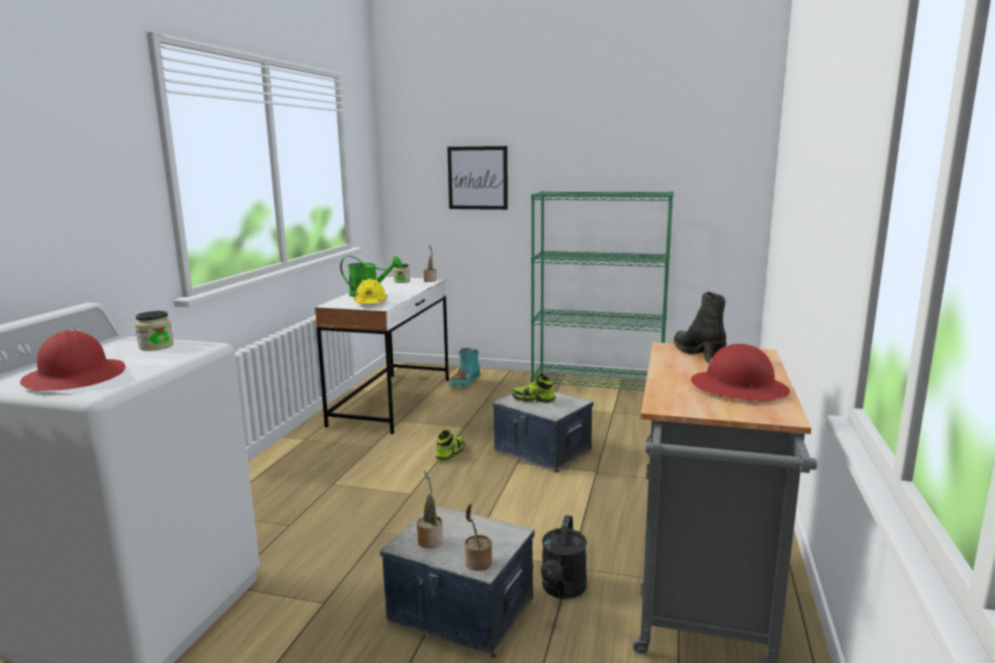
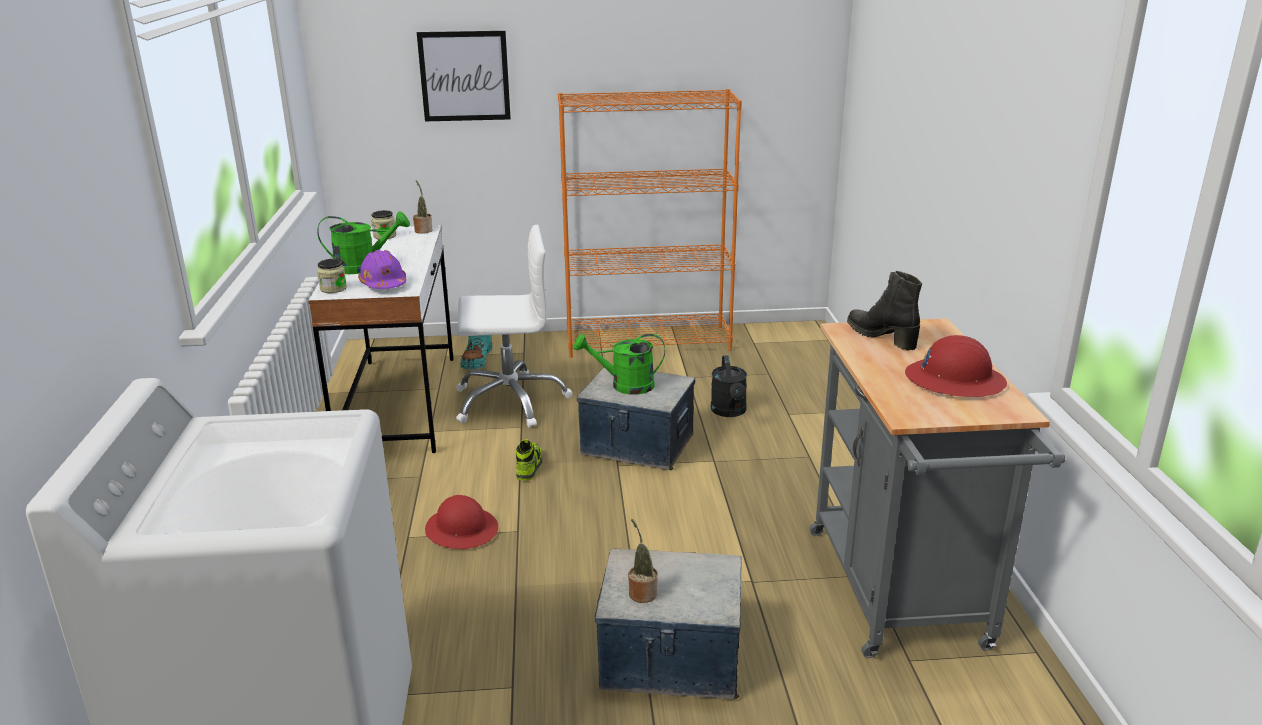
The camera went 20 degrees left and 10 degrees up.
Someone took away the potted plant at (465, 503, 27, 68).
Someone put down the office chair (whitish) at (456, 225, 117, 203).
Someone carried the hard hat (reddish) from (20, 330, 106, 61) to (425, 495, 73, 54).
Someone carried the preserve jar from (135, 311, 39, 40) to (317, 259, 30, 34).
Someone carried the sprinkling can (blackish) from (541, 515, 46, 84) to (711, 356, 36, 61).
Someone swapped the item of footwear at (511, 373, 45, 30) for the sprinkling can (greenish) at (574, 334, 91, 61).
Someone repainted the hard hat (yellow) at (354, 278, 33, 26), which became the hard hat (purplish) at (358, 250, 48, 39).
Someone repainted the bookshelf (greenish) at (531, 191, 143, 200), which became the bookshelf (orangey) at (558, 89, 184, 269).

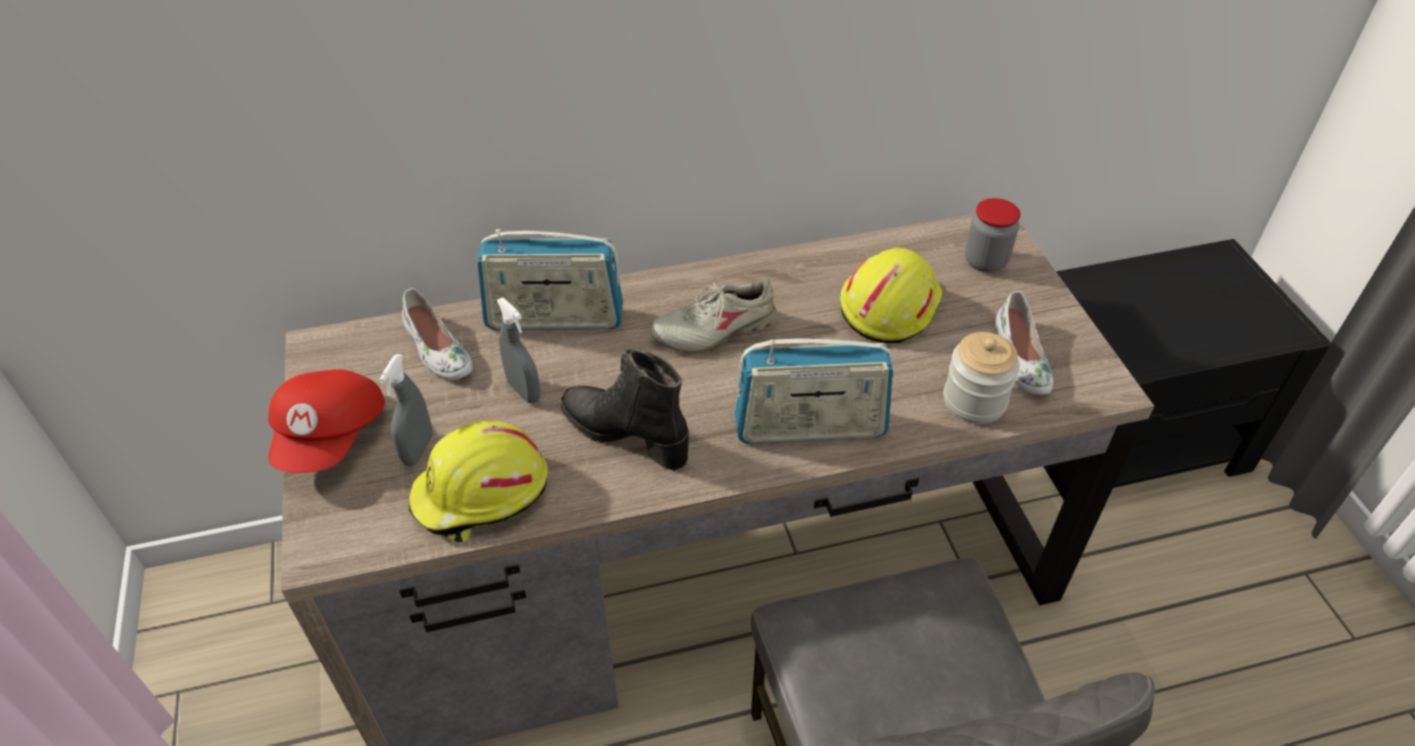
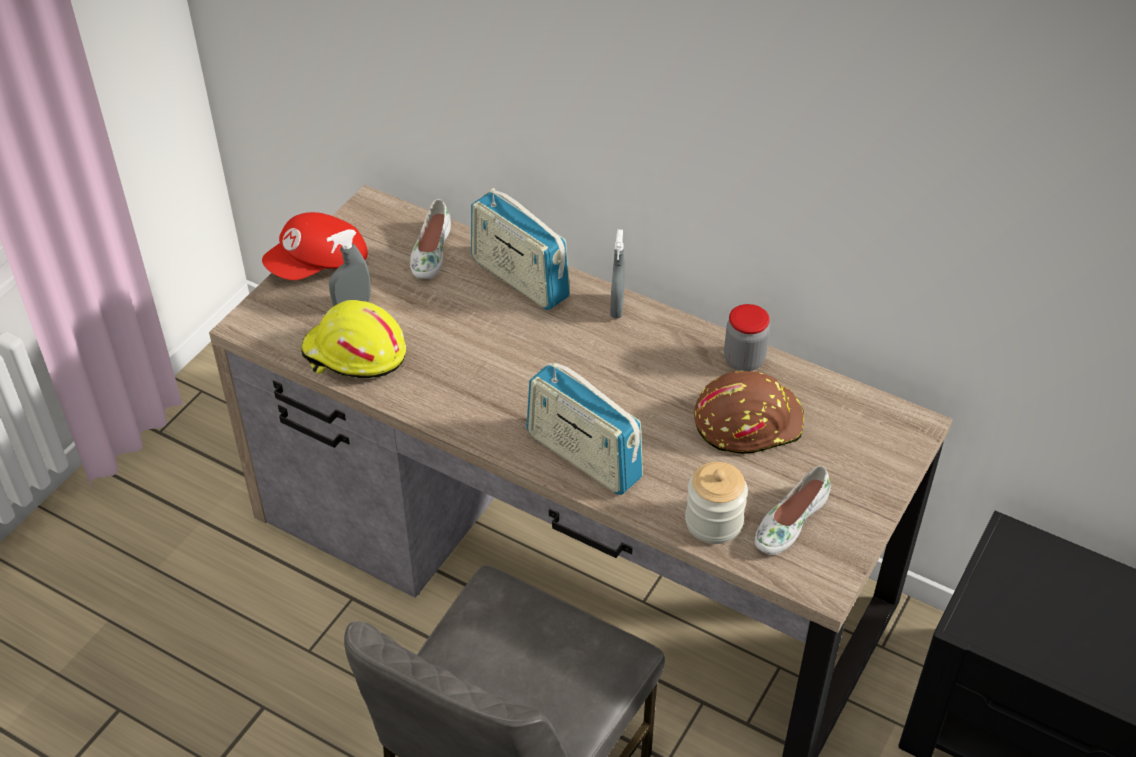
The camera went 45 degrees right and 0 degrees up.
Someone took away the tall boot (blackish) at (561, 348, 128, 122).
Someone took away the item of footwear (beige) at (650, 273, 127, 80).
Someone carried the hand sprayer (gray) from (496, 298, 44, 105) to (610, 229, 15, 90).
Someone carried the preserve jar from (965, 198, 55, 74) to (724, 304, 46, 67).
Someone repainted the hard hat (yellow) at (840, 248, 103, 95), which became the hard hat (brownish) at (694, 371, 110, 83).

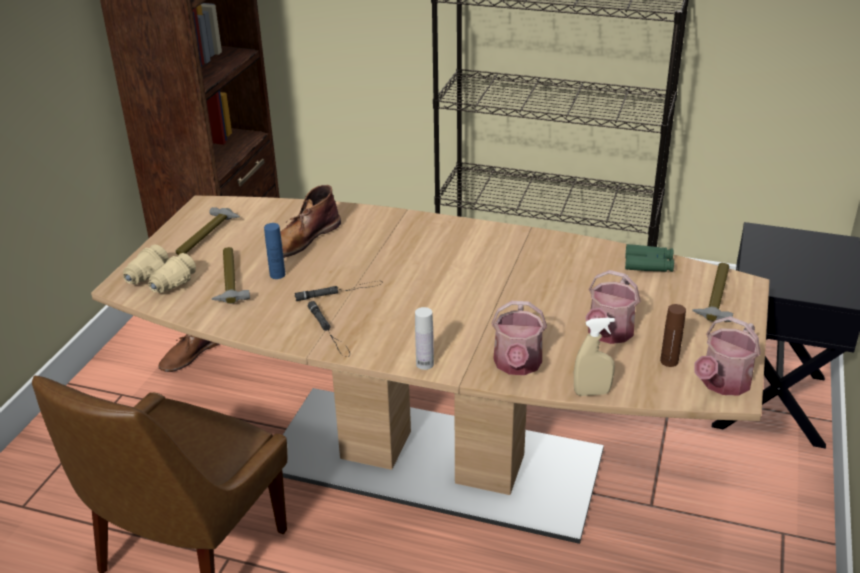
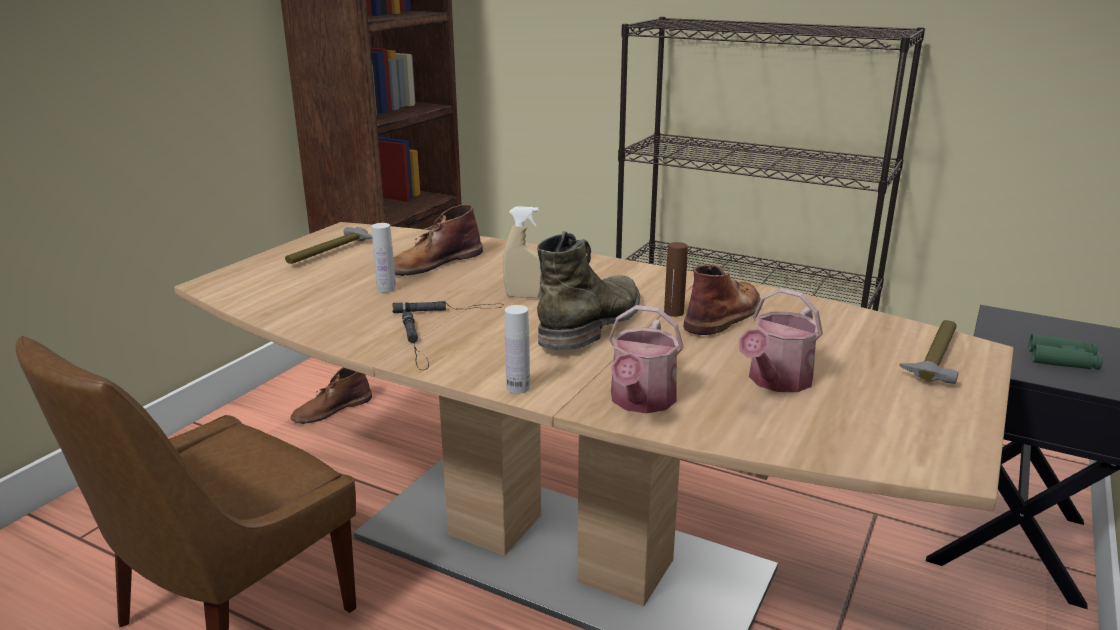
The camera went 10 degrees right and 10 degrees down.
Someone took away the pair of binoculars (beige) at (123, 244, 73, 49).
Someone took away the hammer at (212, 247, 38, 57).
Someone took away the sprinkling can at (694, 316, 67, 79).
Someone put down the tall boot (greenish) at (537, 231, 103, 119).
Someone put down the tall boot (brownish) at (684, 264, 76, 71).
Someone carried the hand sprayer (beige) from (574, 317, 41, 79) to (503, 207, 39, 91).
Someone carried the pair of binoculars (greenish) from (625, 244, 49, 28) to (1029, 334, 74, 36).
Someone carried the drink bottle (brownish) from (660, 304, 26, 63) to (664, 242, 24, 75).
Someone repainted the drink bottle (bluish) at (264, 223, 21, 56), which became the drink bottle (whitish) at (372, 223, 24, 70).

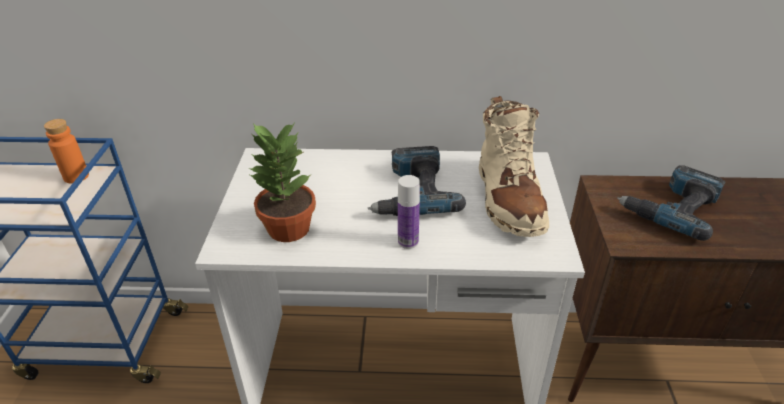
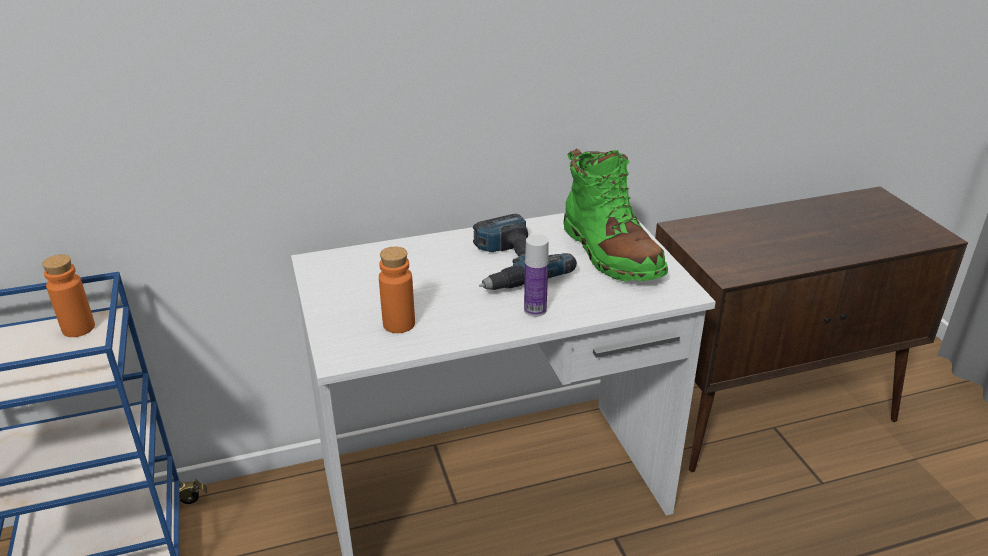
The camera went 20 degrees left and 5 degrees down.
Someone took away the electric drill at (617, 165, 108, 76).
Someone swapped the potted plant at (248, 123, 68, 119) for the drink bottle (orangey) at (379, 246, 36, 87).
Someone repainted the tall boot (beige) at (479, 96, 70, 141), which became the tall boot (greenish) at (564, 149, 104, 132).

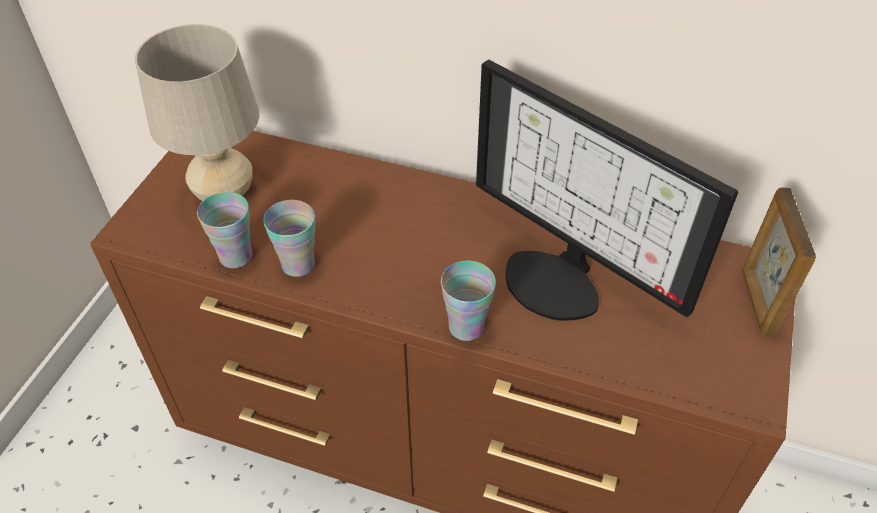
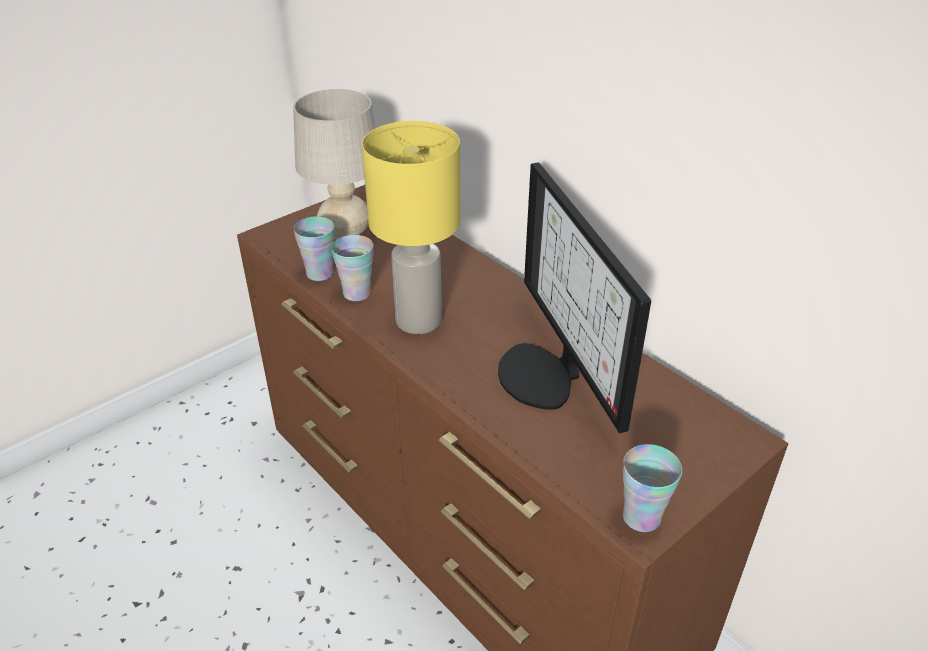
The camera went 30 degrees right and 10 degrees down.
Someone took away the picture frame at (742, 187, 74, 150).
Someone put down the tabletop lamp (yellow) at (362, 121, 98, 213).
Someone carried the small cup from (441, 261, 55, 80) to (623, 444, 59, 88).

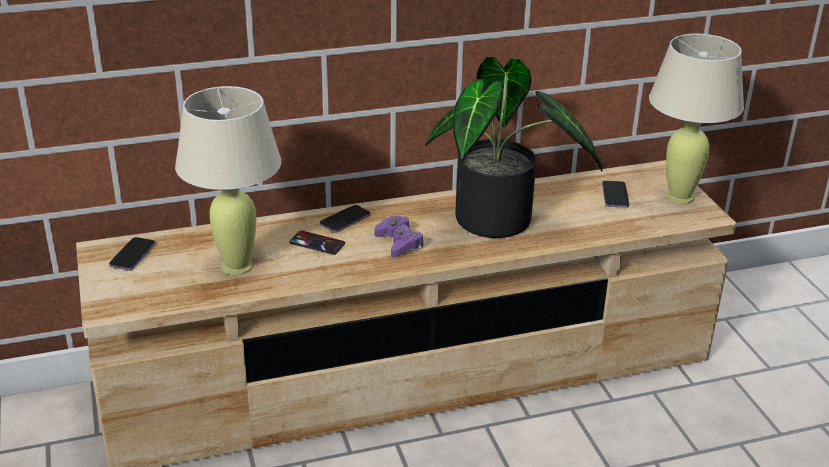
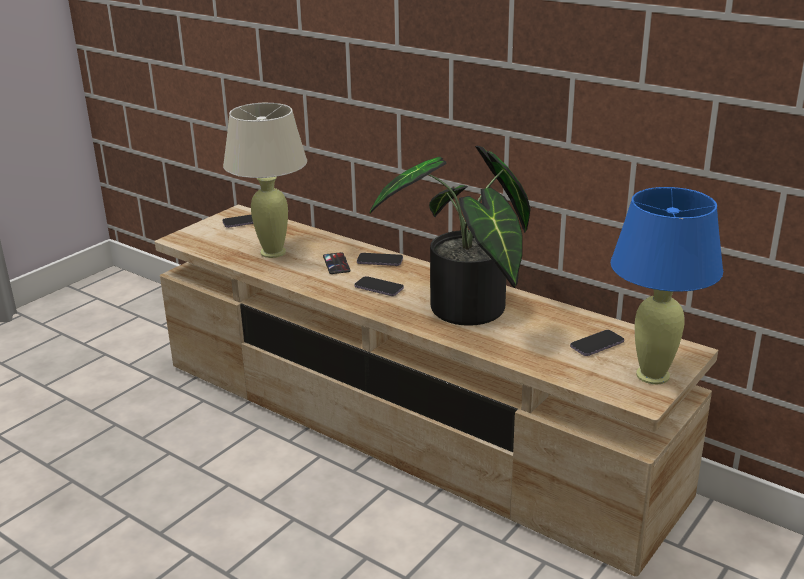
The camera went 55 degrees right and 5 degrees down.
Someone swapped the gamepad (purplish) at (375, 216, 48, 42) for the handset at (354, 276, 50, 20).
Someone repainted the tabletop lamp (beige) at (649, 33, 95, 171), which became the tabletop lamp (bluish) at (611, 187, 112, 197).

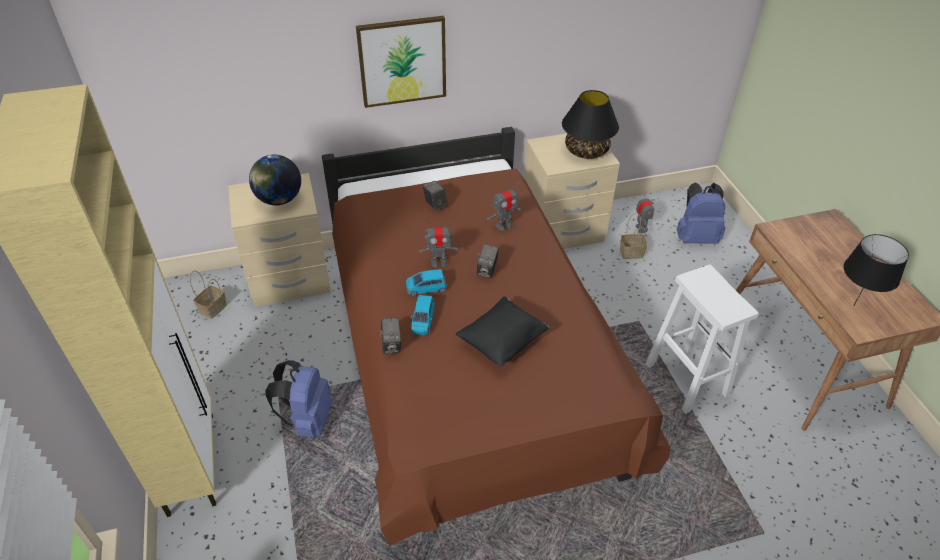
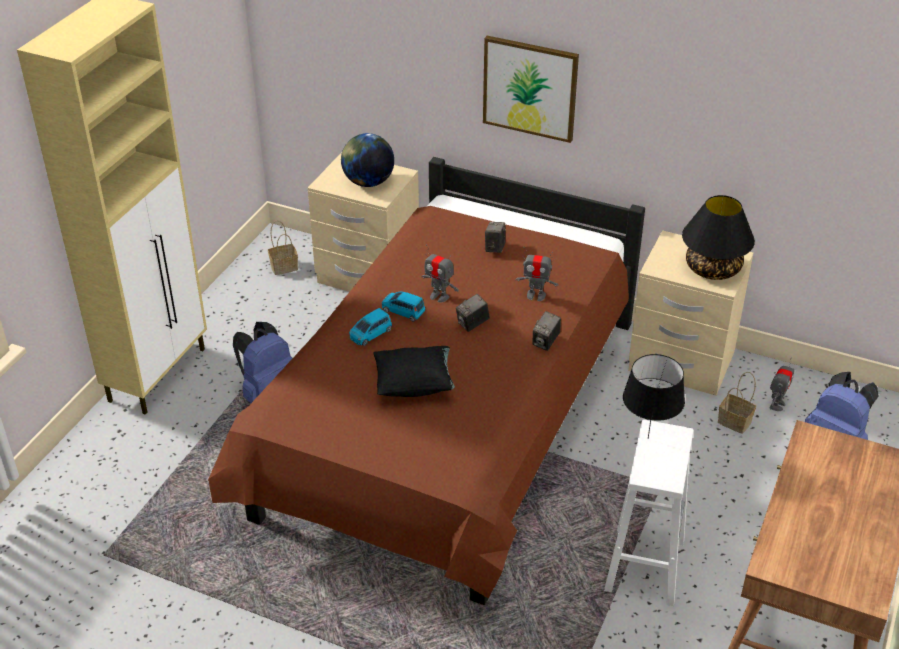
The camera went 40 degrees right and 5 degrees down.
Someone carried the photo camera from (380, 318, 21, 36) to (532, 311, 29, 40).
Someone carried the tabletop lamp (blackish) from (843, 234, 66, 72) to (623, 354, 62, 85).

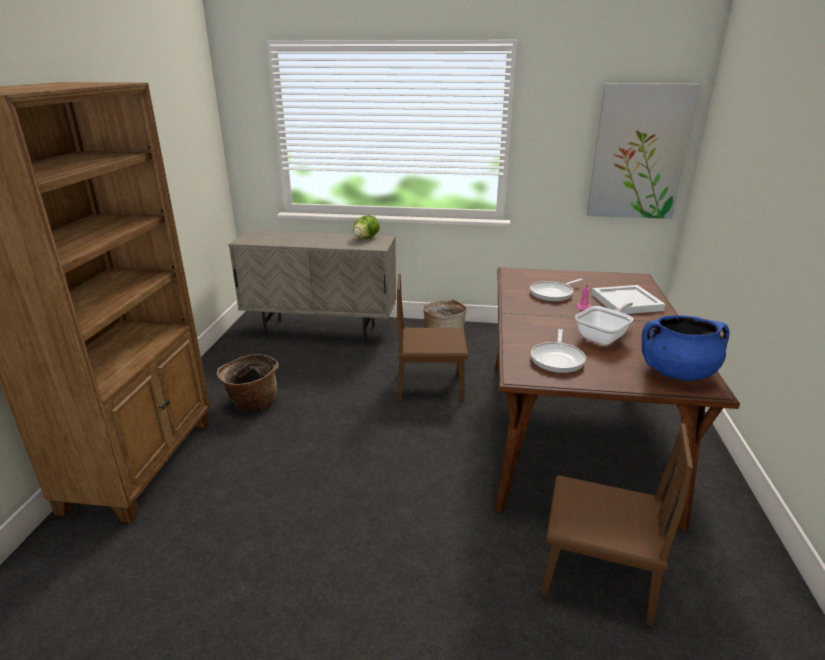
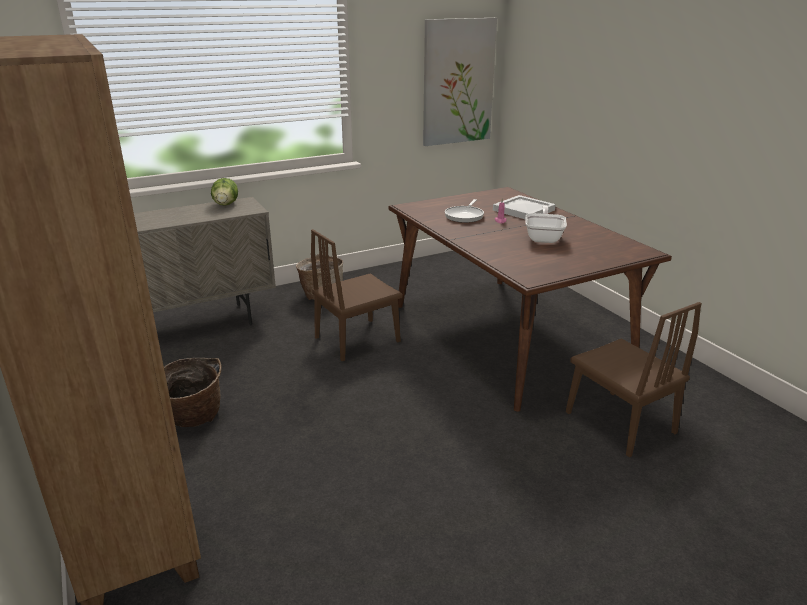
The camera went 35 degrees left and 0 degrees up.
Someone took away the pan at (531, 329, 55, 44).
Someone took away the cooking pot (bluish) at (642, 315, 87, 66).
Someone rotated the upright chair (brownish) at (541, 423, 152, 203) by 75 degrees clockwise.

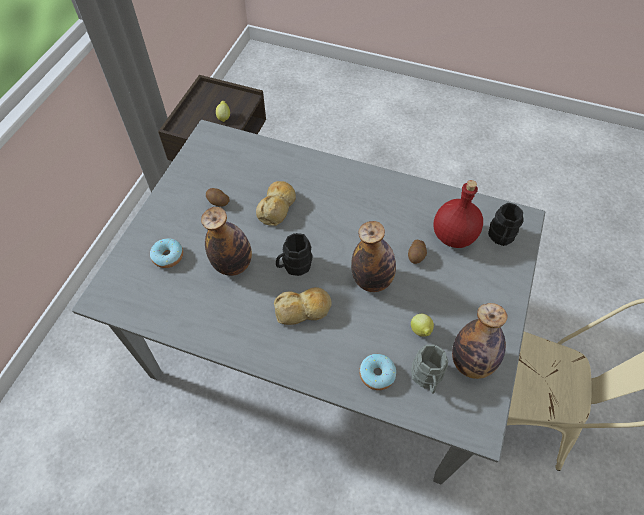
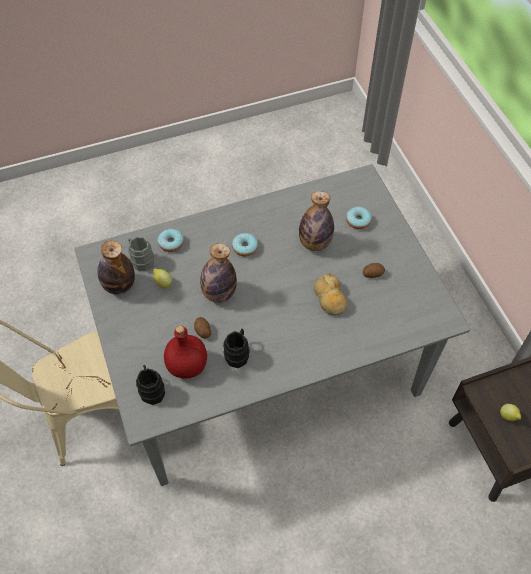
The camera went 140 degrees right and 0 degrees up.
Someone carried the coffee mug (blackish) from (276, 233, 37, 43) to (223, 329, 27, 39).
Someone swapped the bread at (274, 287, 58, 38) for the doughnut at (232, 233, 26, 24).

